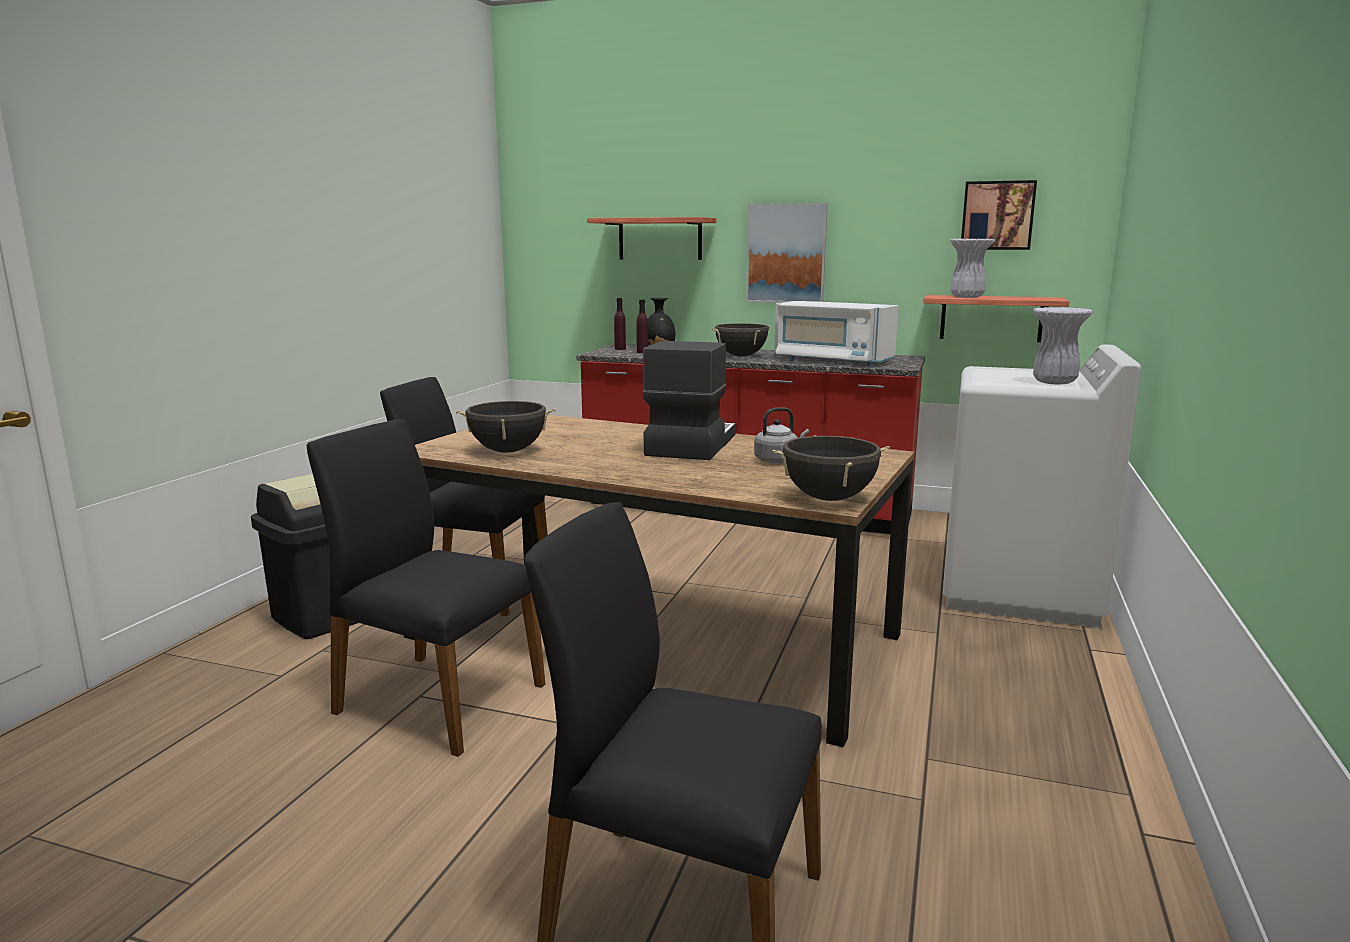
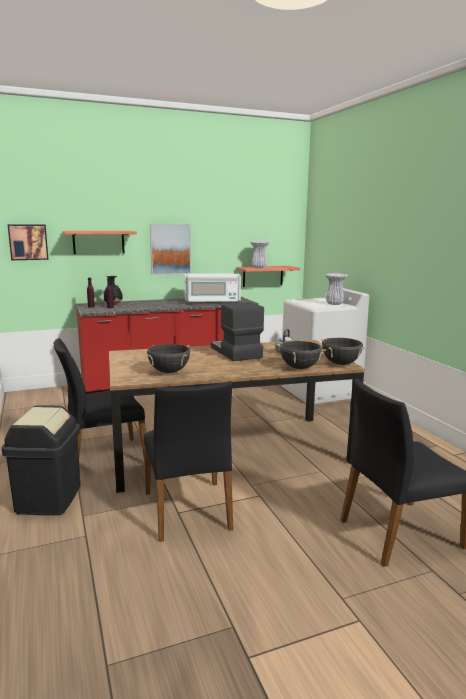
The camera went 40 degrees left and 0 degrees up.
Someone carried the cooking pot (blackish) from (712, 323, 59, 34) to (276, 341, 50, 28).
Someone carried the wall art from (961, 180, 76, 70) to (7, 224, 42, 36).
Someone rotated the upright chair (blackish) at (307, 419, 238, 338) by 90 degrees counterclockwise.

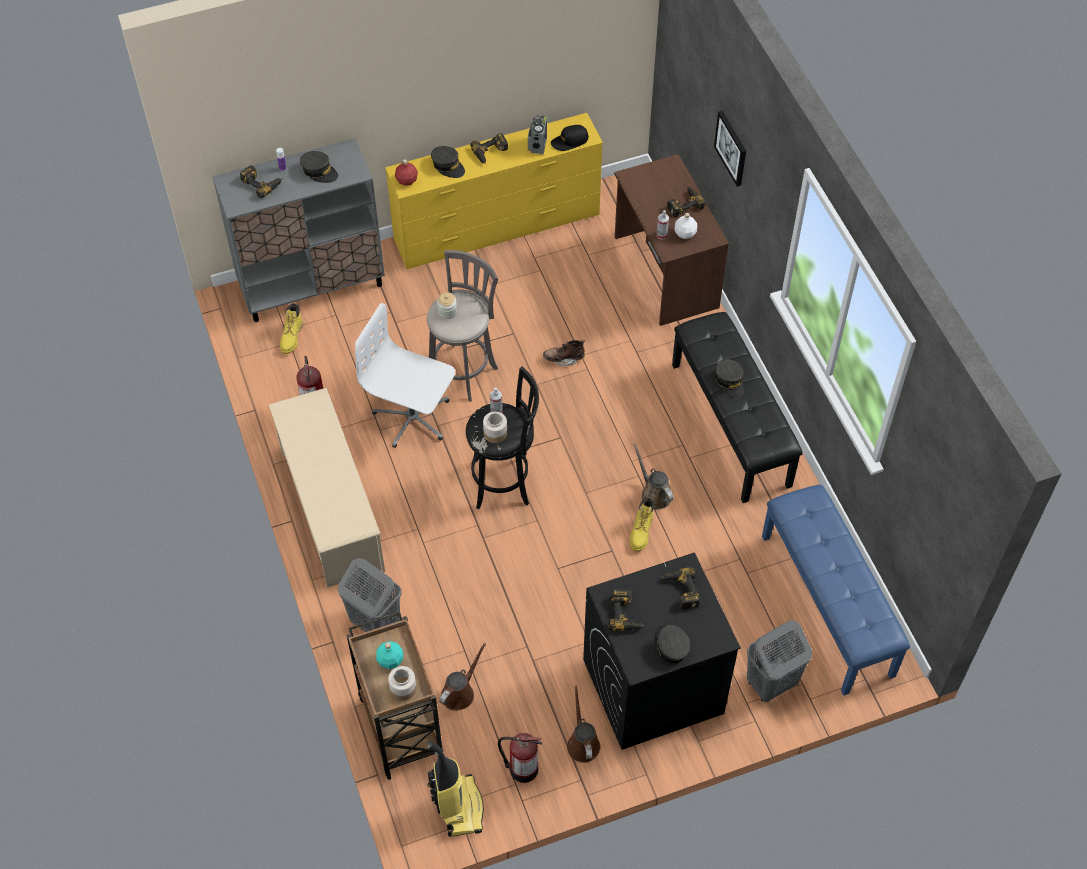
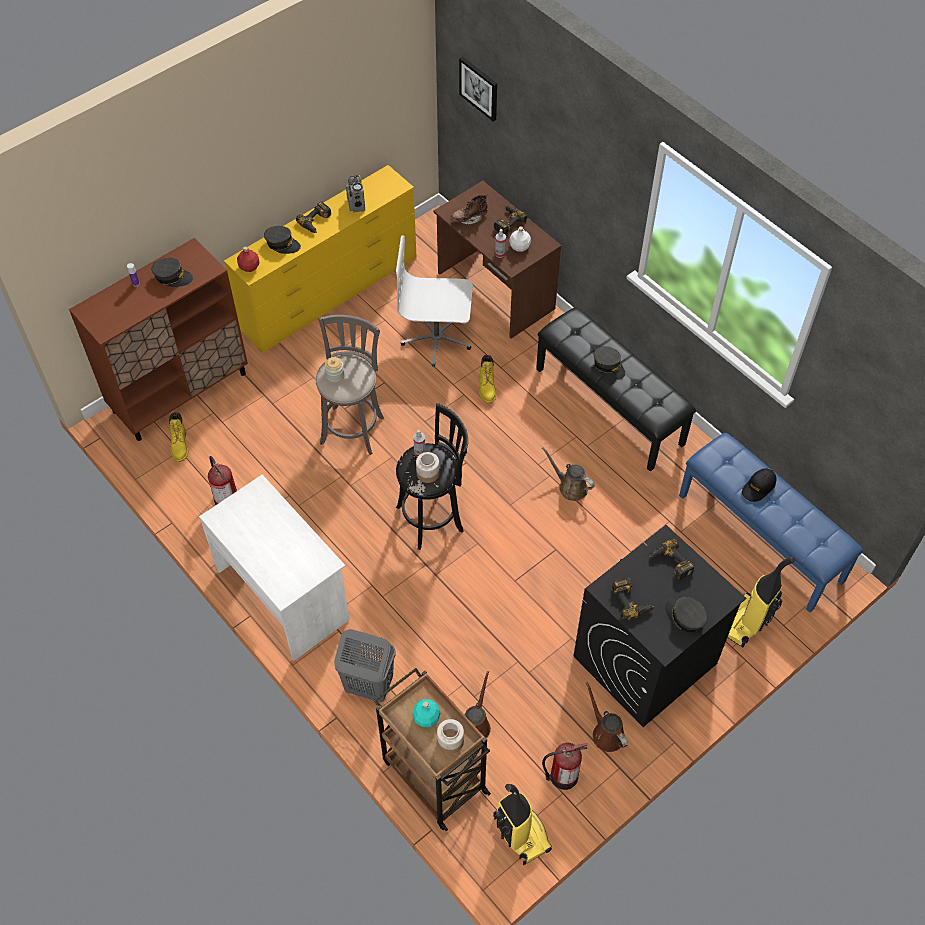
The camera went 20 degrees left and 0 degrees up.
Someone took away the electric drill at (240, 165, 42, 33).
Someone carried the office chair (whitish) from (355, 303, 100, 145) to (396, 235, 77, 132).
Someone carried the tall boot (brownish) from (543, 340, 42, 26) to (451, 193, 37, 31).
Someone carried the cap (blackish) from (551, 125, 38, 26) to (742, 468, 34, 34).
Someone carried the tall boot (yellow) from (630, 497, 24, 54) to (479, 355, 17, 49).
Someone carried the wall art from (714, 111, 32, 76) to (459, 57, 38, 64).
Someone swapped the shoe stand (beige) at (269, 388, 116, 200) for the desk (whitish) at (199, 475, 151, 186).
Someone swapped the laundry basket (gray) at (747, 621, 65, 81) for the vacuum cleaner at (727, 557, 69, 91).
Someone repainted the storage cabinet (gray) at (212, 138, 173, 184), which became the storage cabinet (brownish) at (69, 238, 179, 203).

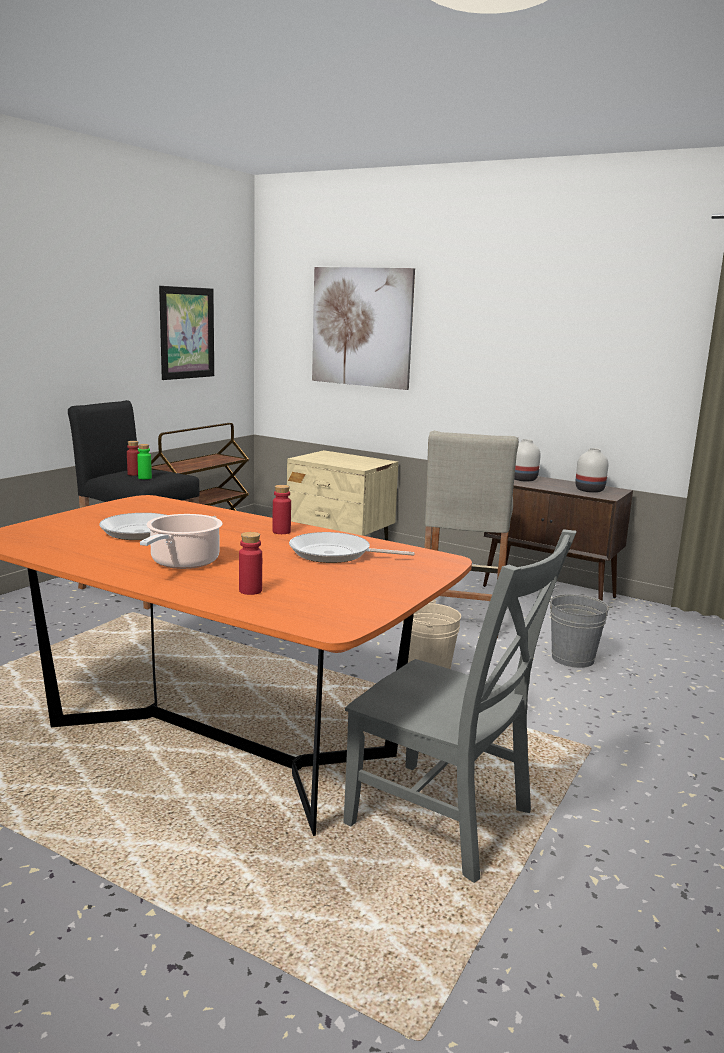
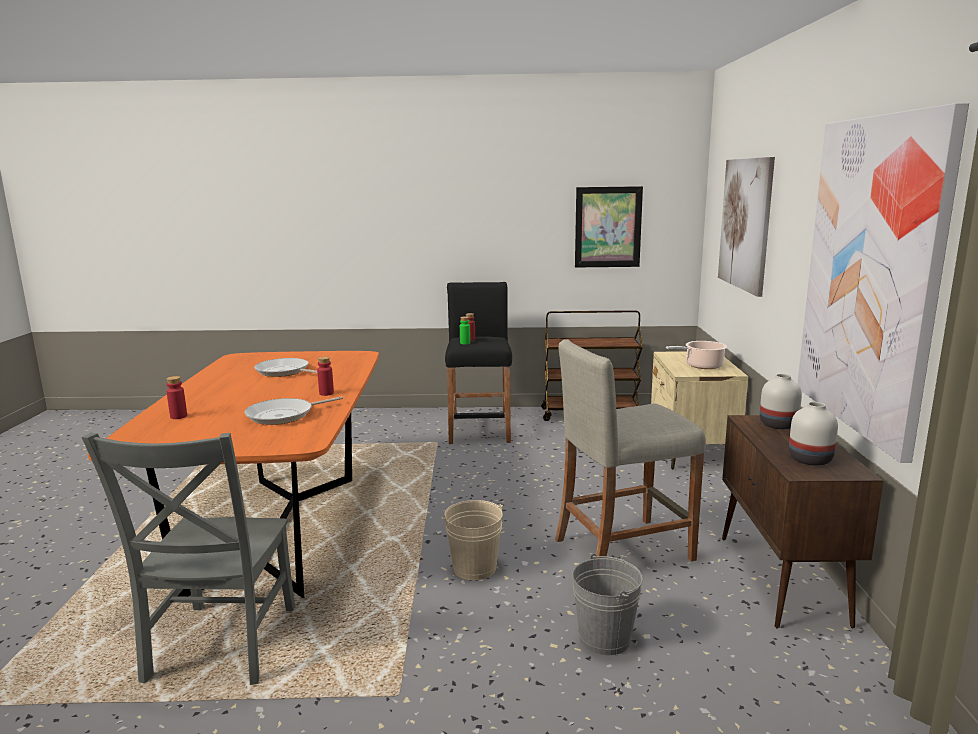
The camera went 60 degrees right and 0 degrees up.
Someone put up the wall art at (797, 103, 172, 360).
Someone carried the cooking pot from (140, 514, 83, 55) to (666, 341, 61, 28).
Someone rotated the pan at (289, 532, 126, 31) by 105 degrees counterclockwise.

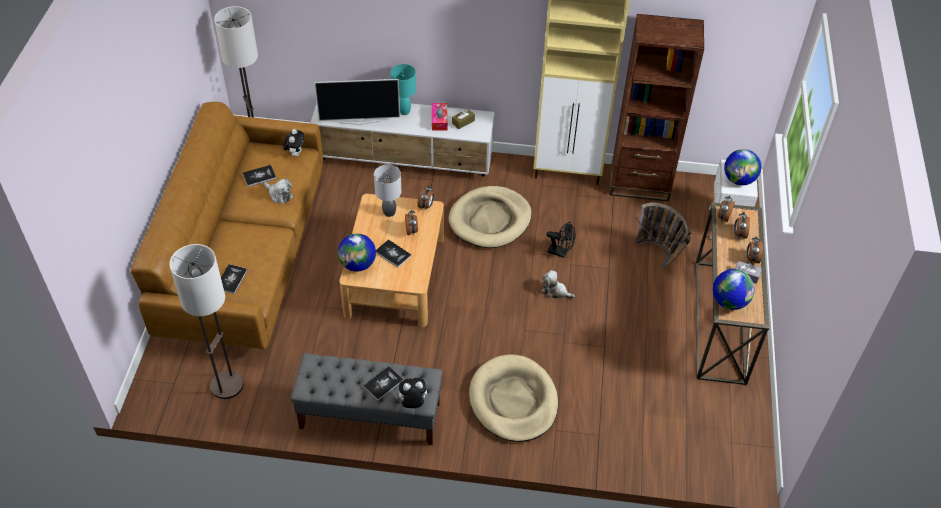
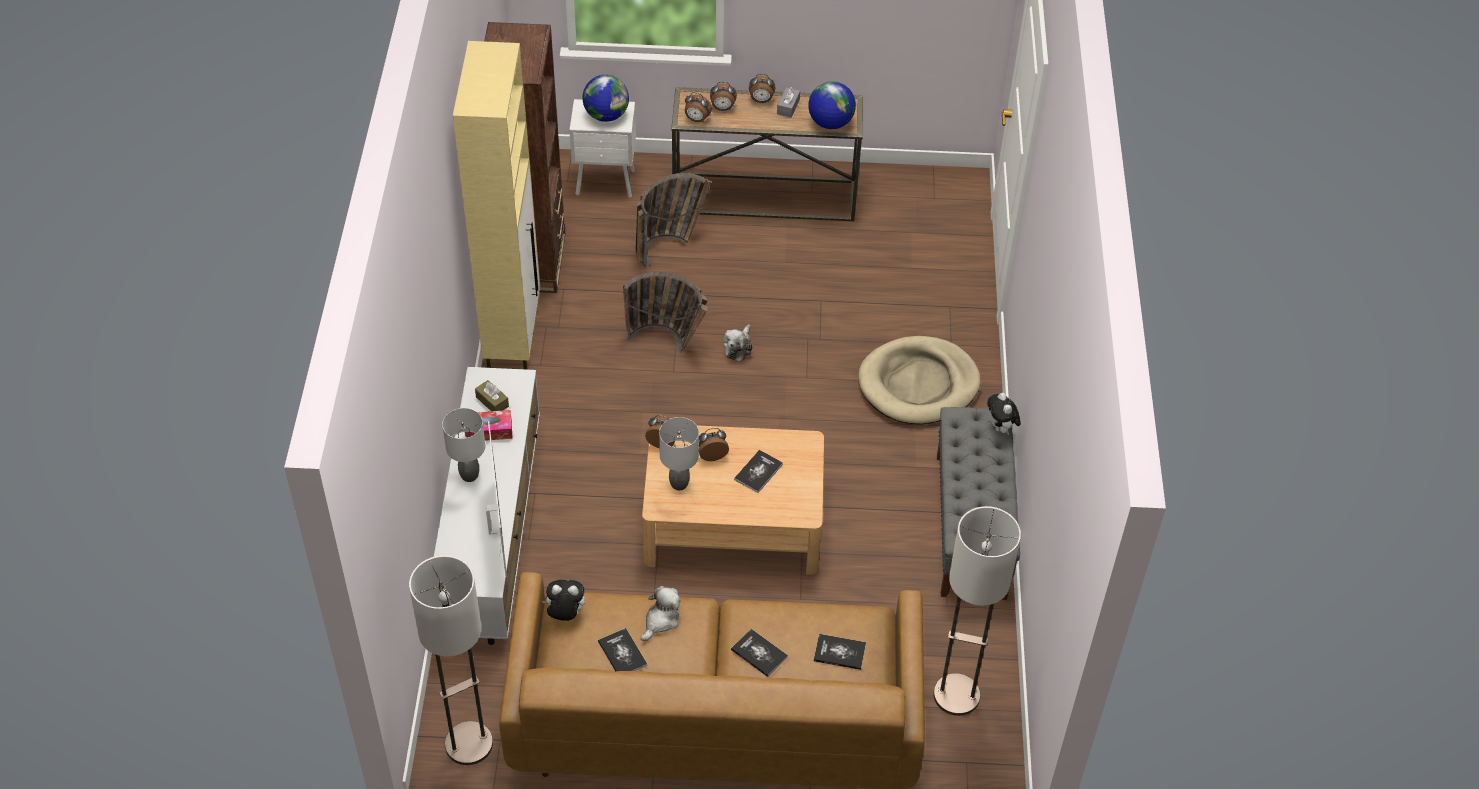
The camera went 95 degrees left and 0 degrees up.
Someone took away the globe at (338, 234, 38, 38).
Someone took away the dog bed (beige) at (449, 186, 83, 62).
Someone carried the volume from (363, 366, 41, 35) to (731, 629, 57, 48).
Someone swapped the fan (blackish) at (546, 222, 30, 36) for the basket at (623, 272, 85, 81).
Someone repainted the tabletop lamp (turquoise) at (391, 64, 25, 51), which became the tabletop lamp (gray) at (442, 408, 44, 74).

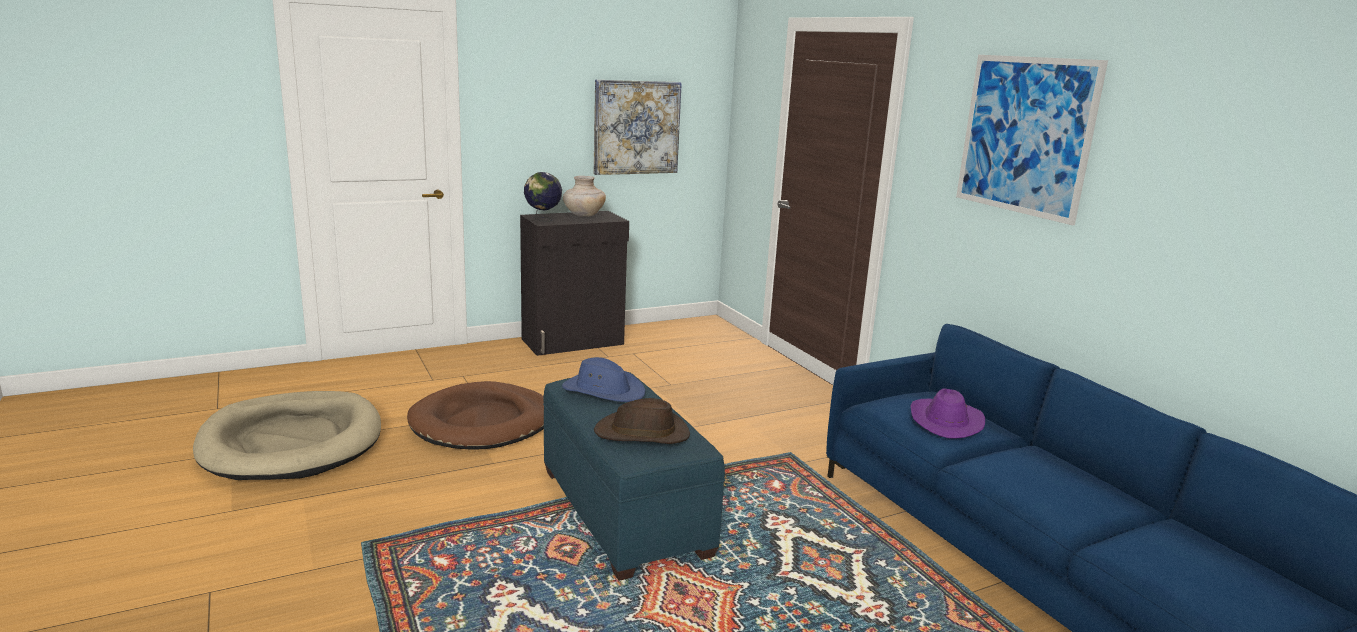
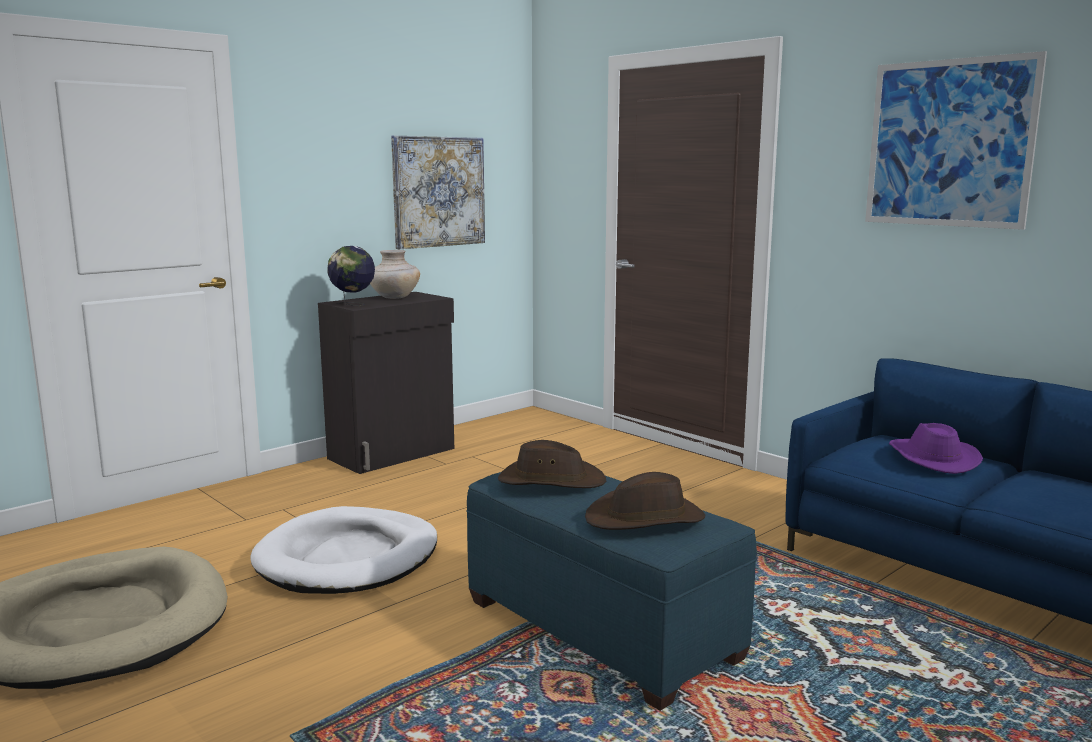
The camera went 15 degrees left and 5 degrees down.
Someone repainted the dog bed (brownish) at (407, 381, 137, 69), which became the dog bed (whitish) at (250, 506, 187, 88).
Someone repainted the clothing hat (bluish) at (562, 357, 83, 45), which became the clothing hat (brownish) at (498, 440, 108, 48).

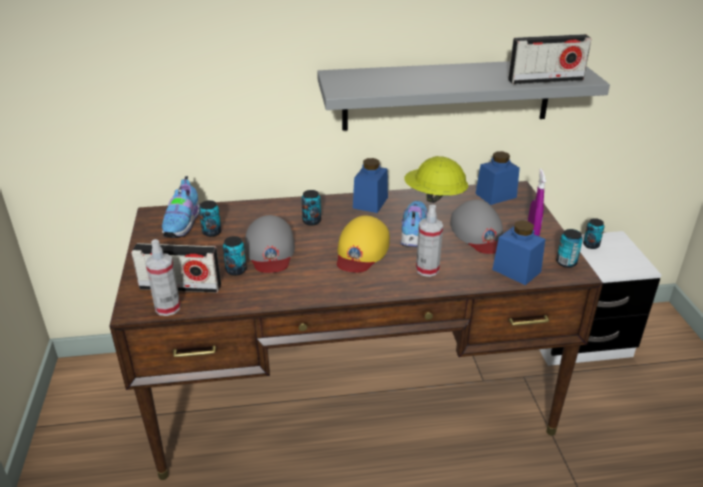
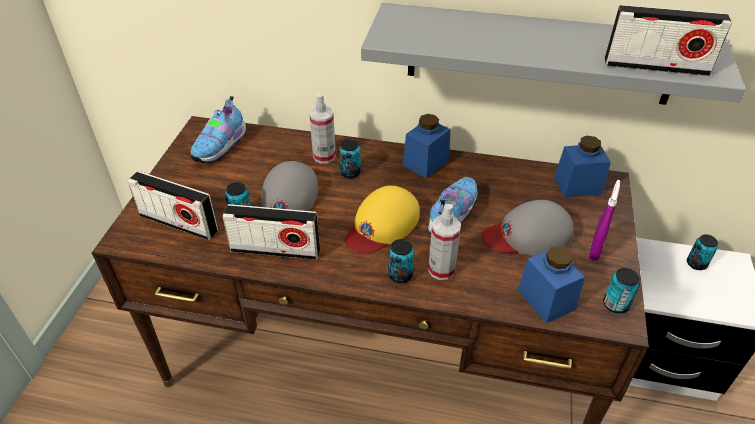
The camera went 20 degrees right and 10 degrees up.
Someone took away the hard hat (yellow) at (404, 156, 65, 47).
Someone put down the radio receiver at (222, 204, 98, 56).
Someone carried the hand sprayer from (145, 239, 36, 77) to (309, 93, 27, 71).
Someone carried the can from (199, 200, 23, 37) to (388, 239, 26, 44).
Someone rotated the cap (gray) at (450, 199, 53, 55) by 75 degrees clockwise.

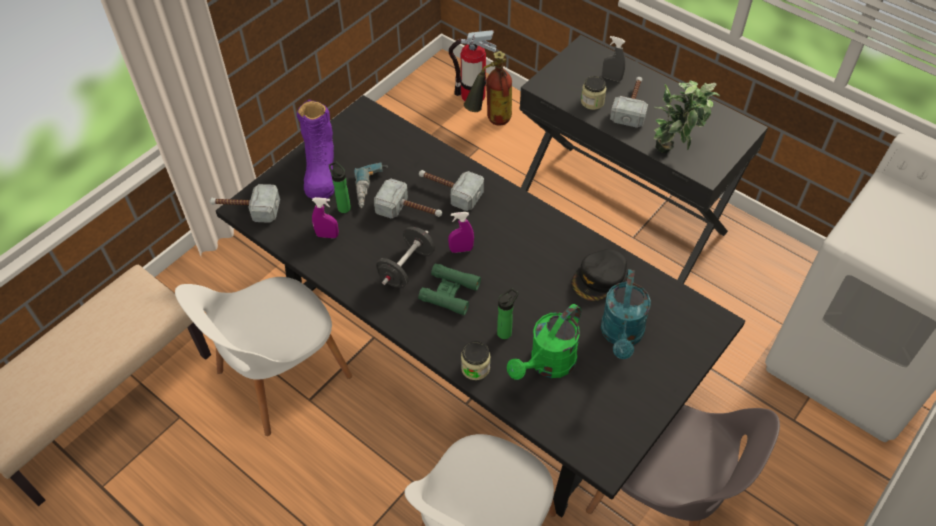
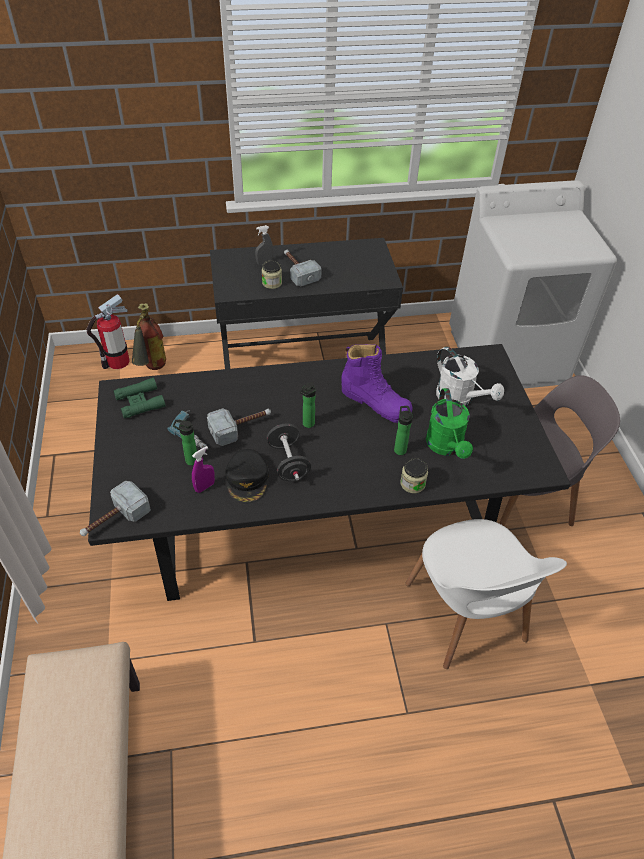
The camera went 50 degrees left and 5 degrees down.
Someone took away the upright chair (whitish) at (175, 277, 177, 159).
Someone took away the hammer at (419, 170, 65, 41).
Someone took away the potted plant at (653, 80, 67, 73).
Someone carried the tall boot (purplish) from (297, 99, 37, 100) to (341, 344, 72, 79).
Someone carried the pair of binoculars (greenish) from (418, 263, 63, 52) to (113, 378, 52, 40).
Someone carried the cap (blackish) from (571, 249, 56, 53) to (225, 449, 44, 55).
Someone swapped the hand sprayer (purplish) at (448, 212, 26, 41) for the drink bottle at (300, 382, 16, 46).
Someone repainted the sprinkling can (turquoise) at (601, 269, 50, 90), which became the sprinkling can (whitish) at (436, 347, 68, 59).

